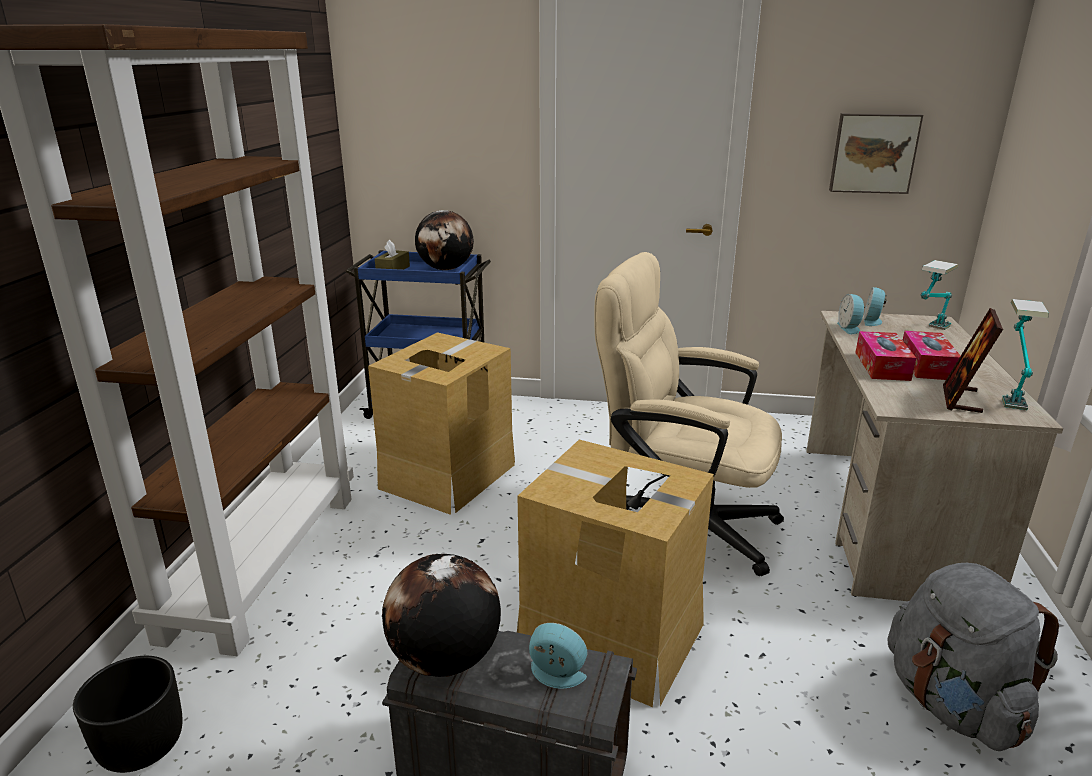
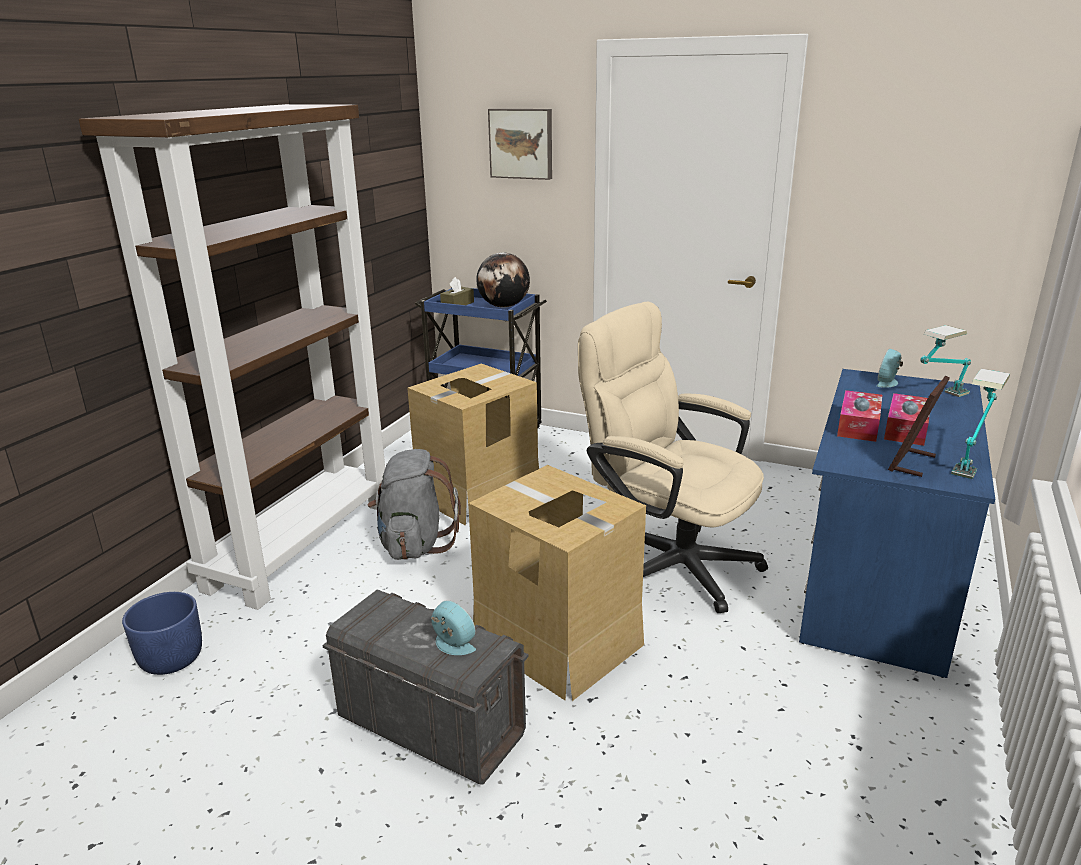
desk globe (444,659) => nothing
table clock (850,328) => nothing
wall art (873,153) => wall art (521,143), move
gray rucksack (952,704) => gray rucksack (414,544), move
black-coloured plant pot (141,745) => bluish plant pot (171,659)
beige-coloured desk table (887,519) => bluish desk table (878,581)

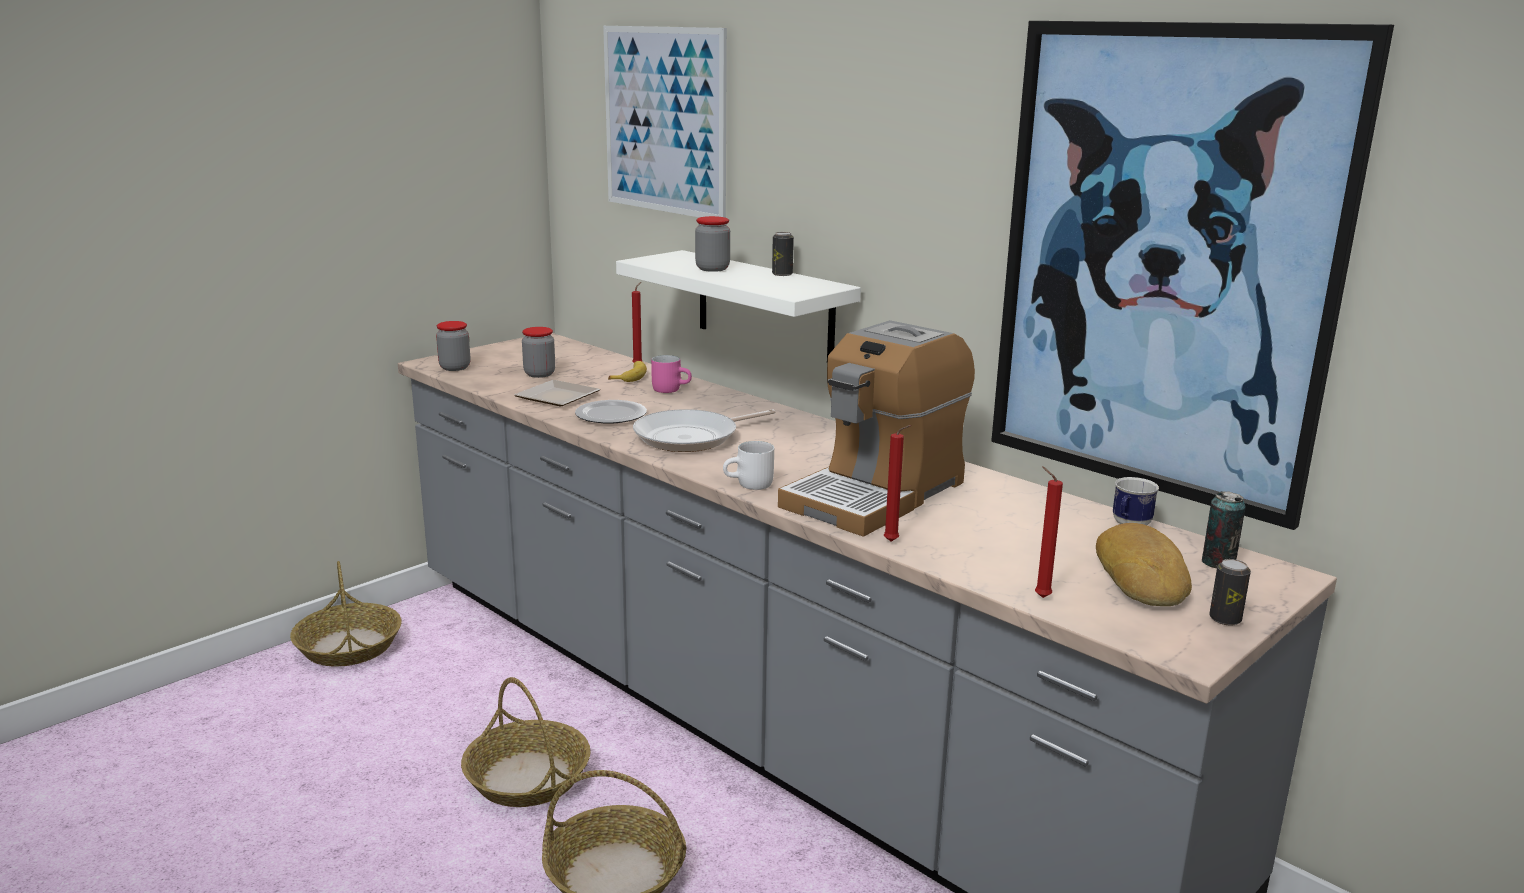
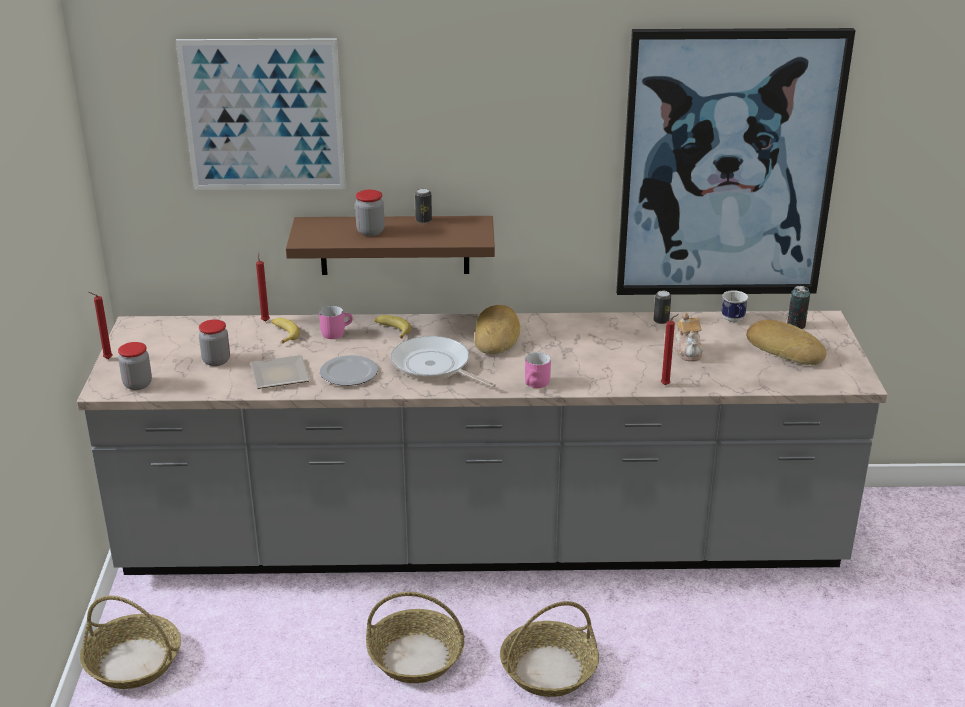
coffee maker (876,494) => nothing
nothing => banana fruit (392,330)
nothing => baked bread (497,336)
nothing => teapot (688,351)
red candle (1039,597) => red candle (106,359), move
sealed can (1225,619) => sealed can (661,321), move
white shelf (765,306) => brown-coloured shelf (394,245)
white coffee mug (750,485) => pink-coloured coffee mug (537,385)
pan (691,437) => pan (434,366), 120 degrees clockwise

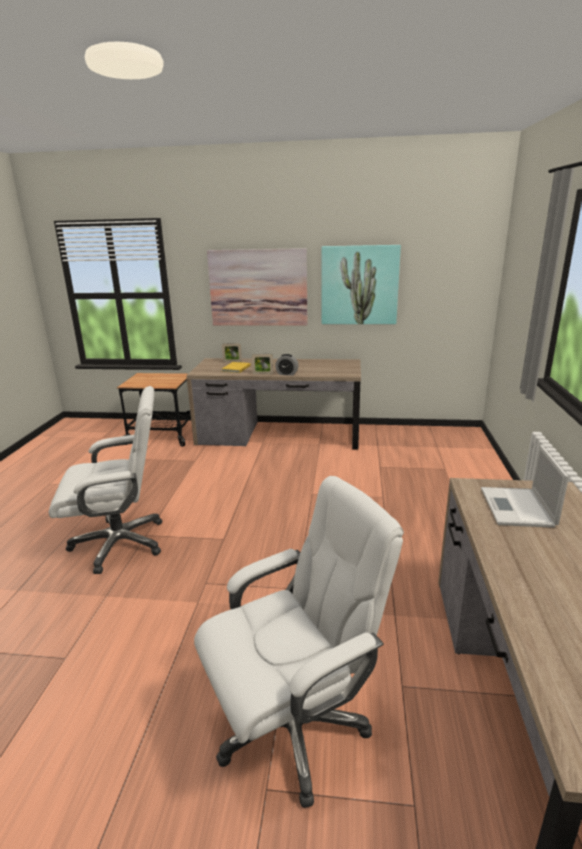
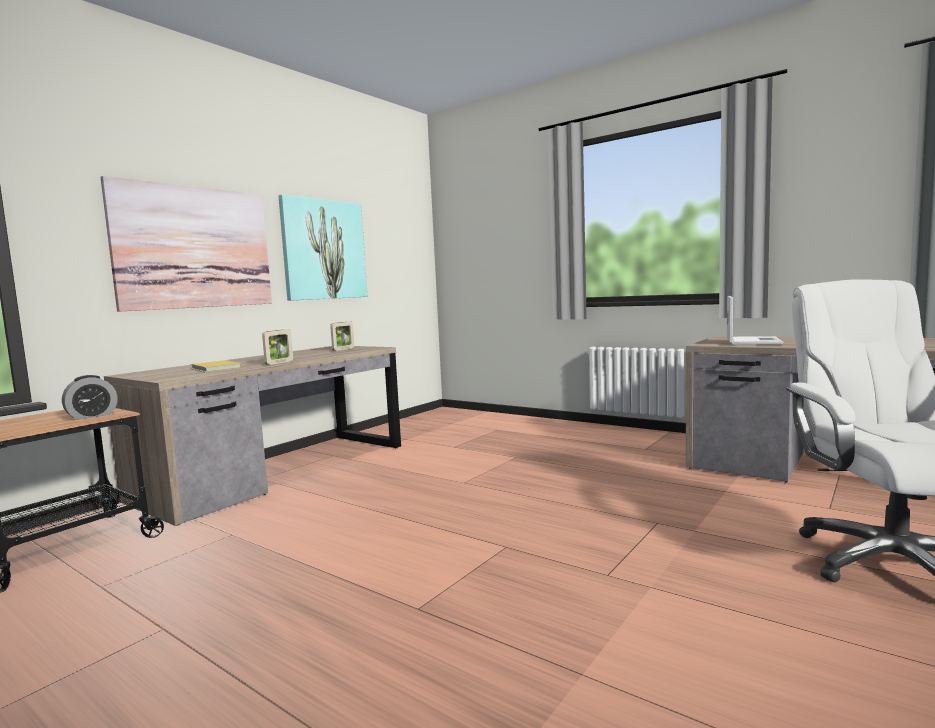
white computer chair (121,543) => nothing
picture frame (232,362) => picture frame (343,349), move
table clock (287,374) => table clock (92,416), move
laptop (517,508) => laptop (752,341), 105 degrees counterclockwise

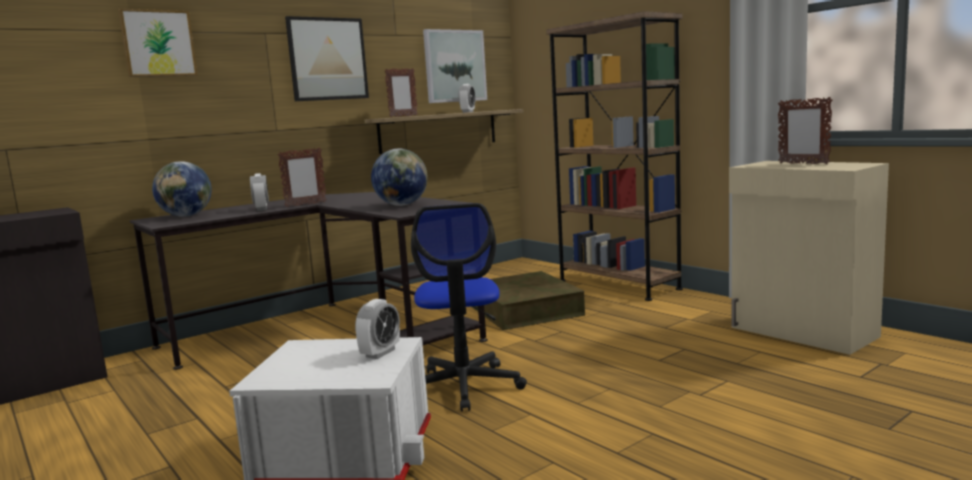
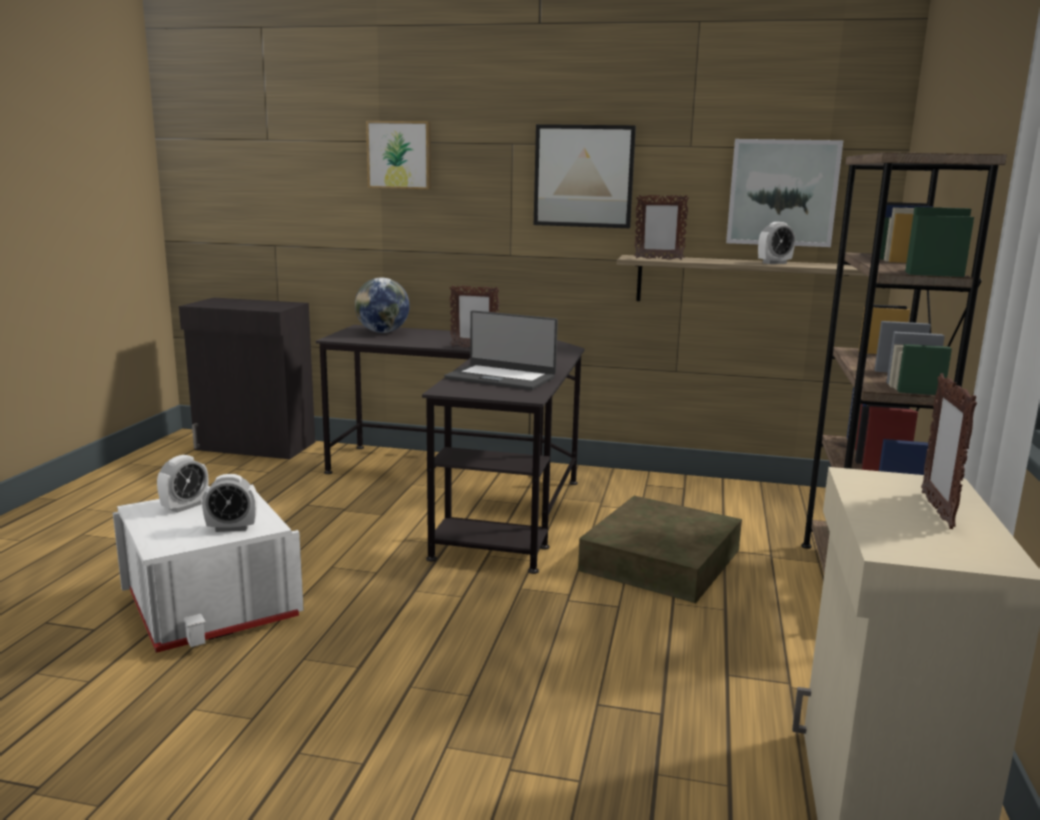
computer chair (463,386) => nothing
table clock (261,209) => table clock (185,506), move
desk globe (402,205) => laptop (501,378)

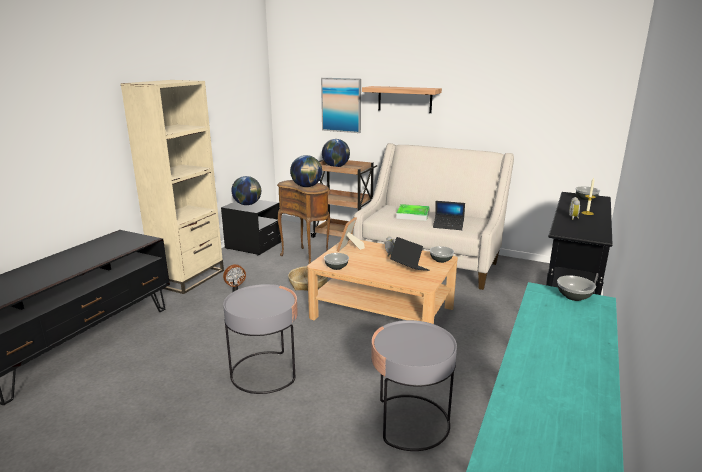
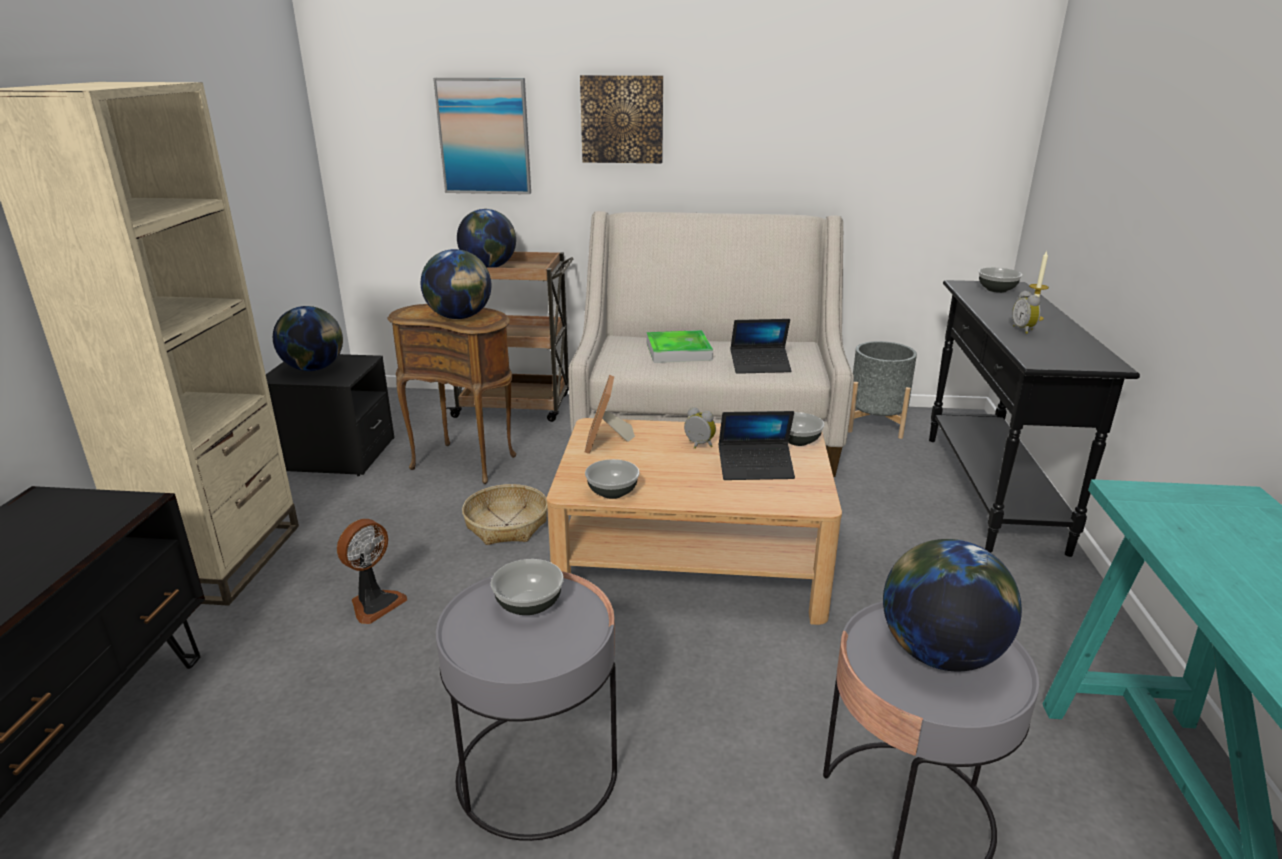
nothing => gray plant pot (875,424)
nothing => desk globe (939,653)
serving bowl (573,297) => serving bowl (528,605), move
shelf (404,99) => wall art (622,119)
laptop (409,268) => laptop (755,468), 150 degrees clockwise

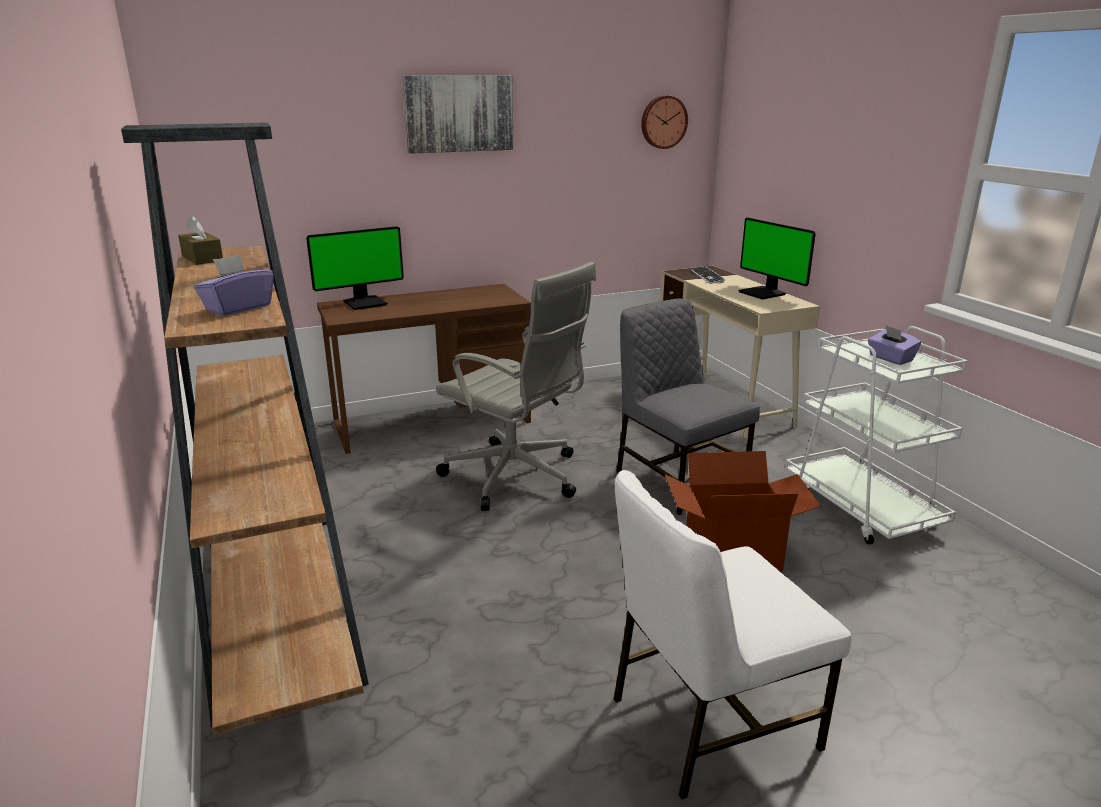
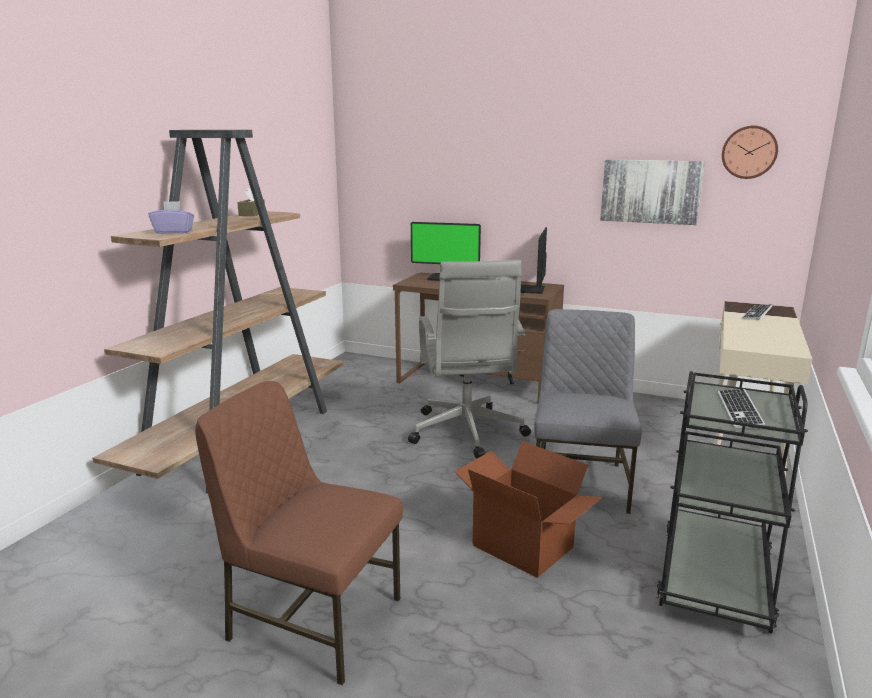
wall art (459,114) => wall art (650,191), move
monitor (764,293) => monitor (531,290), move
purplish box of tissues (890,359) => keyboard (739,410)
white chair (709,721) => brown-coloured chair (312,619)
white trolley (861,508) => black-coloured trolley (715,579)

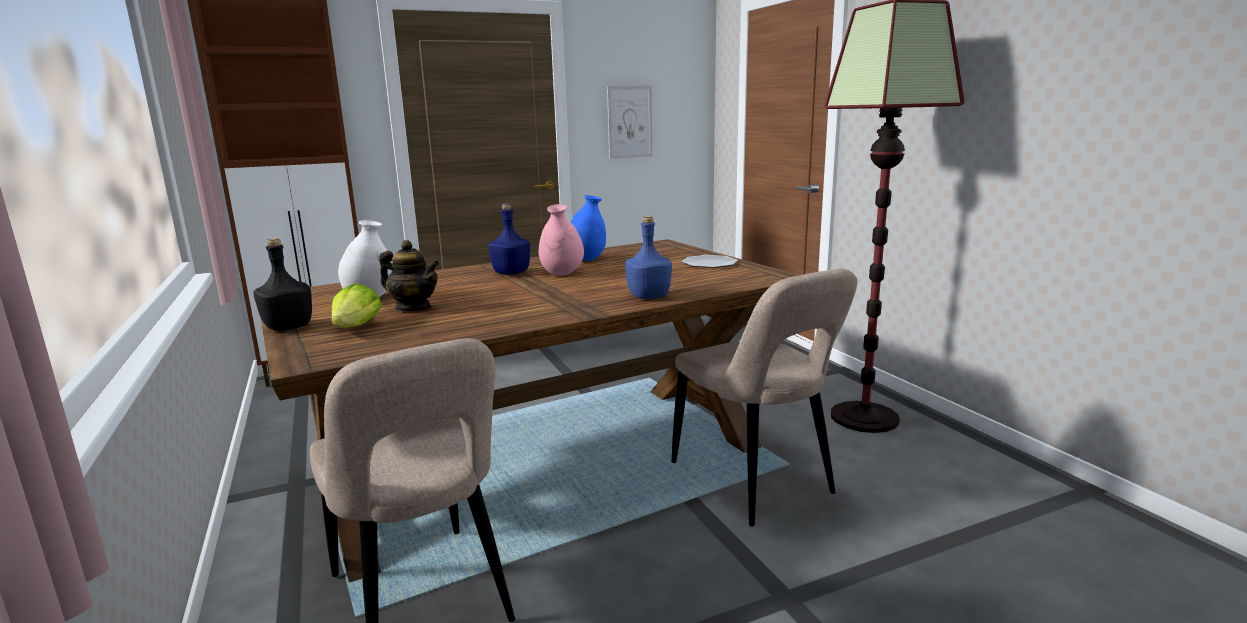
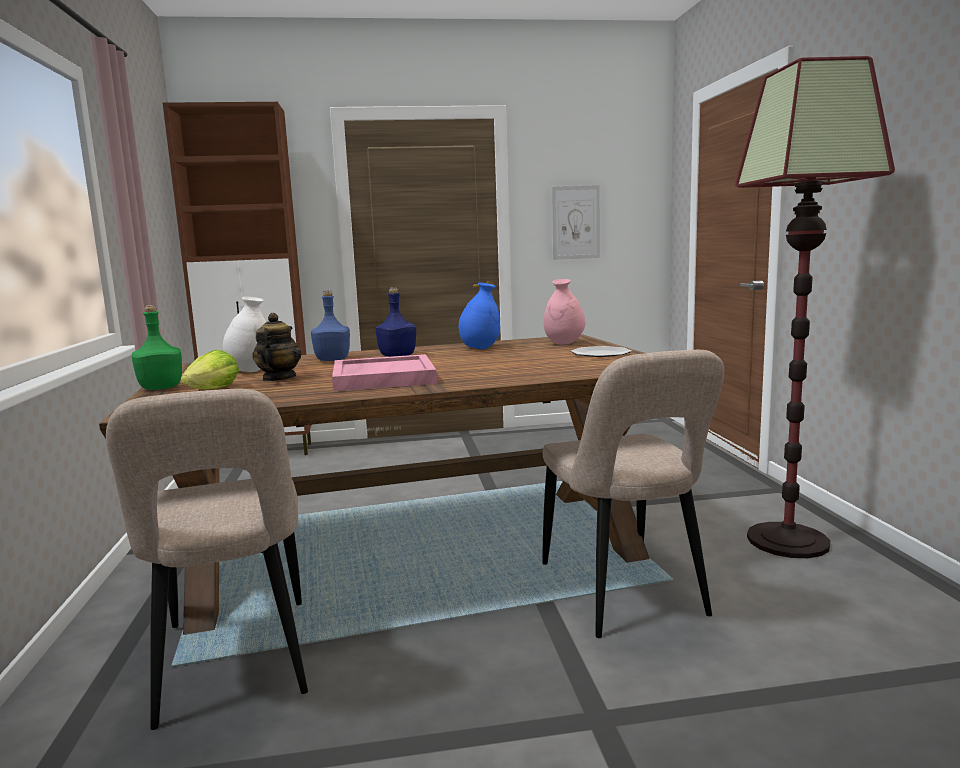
nothing => pink-coloured carrying tray (382,377)
pink-coloured flower vase (562,274) => pink-coloured flower vase (564,343), move
bluish beverage bottle (649,297) => bluish beverage bottle (332,360), move
black-coloured beverage bottle (287,327) => green beverage bottle (160,388)
teapot (414,308) => teapot (278,379), 120 degrees counterclockwise

